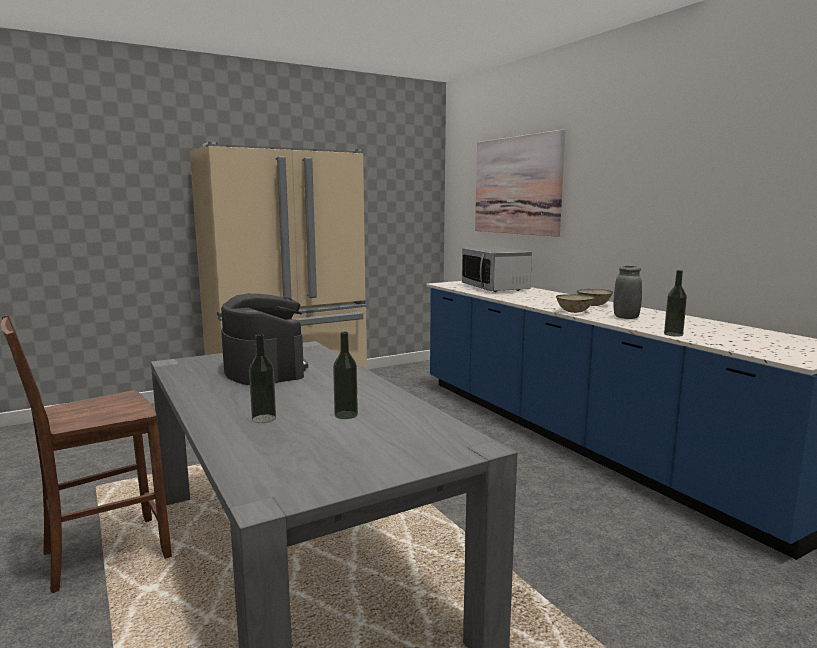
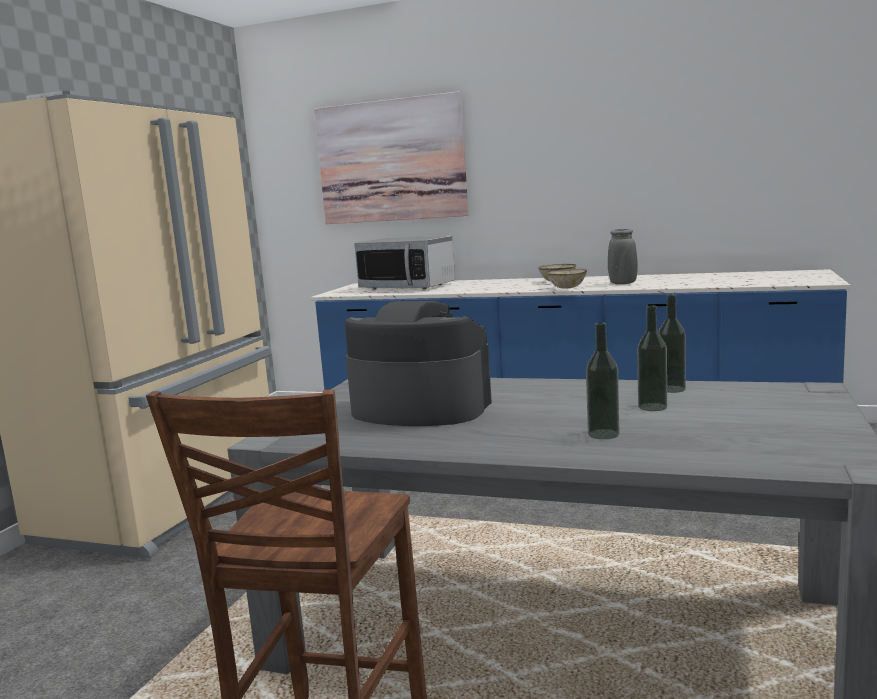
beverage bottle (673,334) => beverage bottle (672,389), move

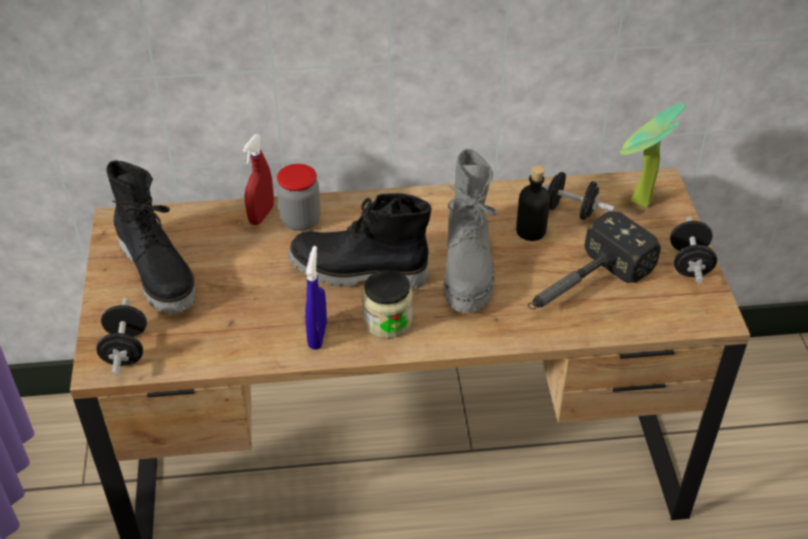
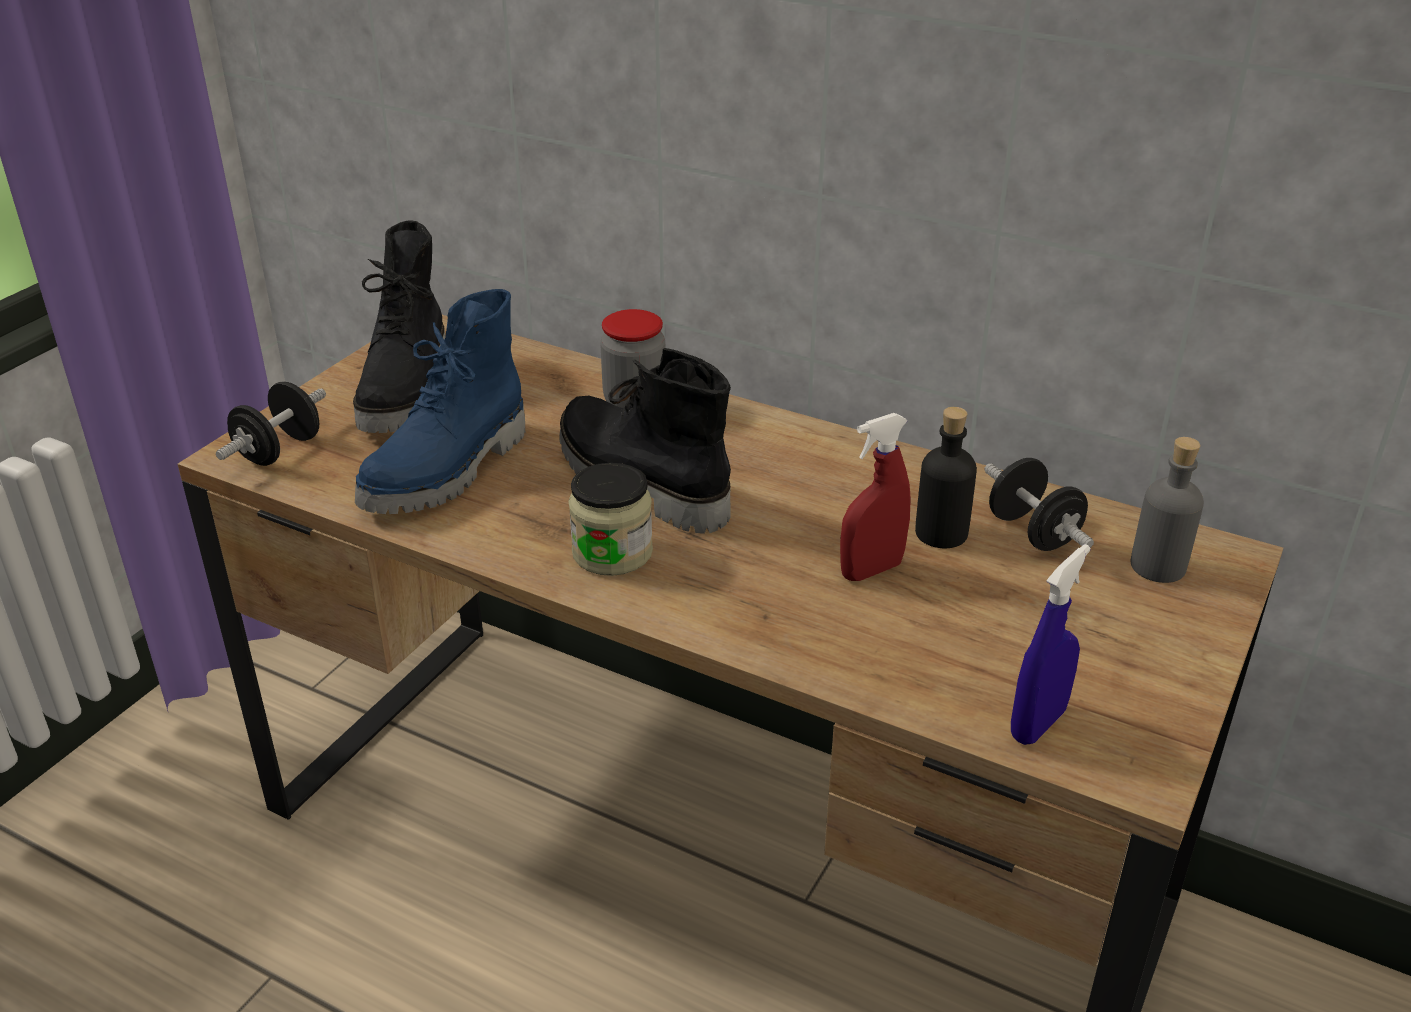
gray high-top boot (469,269) => nothing
hammer (581,286) => nothing
black-coloured dumbbell (689,263) => nothing
nothing => bluish high-top boot (449,472)
red hand sprayer (261,215) => red hand sprayer (871,570), move
bluish hand sprayer (317,335) => bluish hand sprayer (1038,724), move
houseplant (637,204) => gray beverage bottle (1158,566)

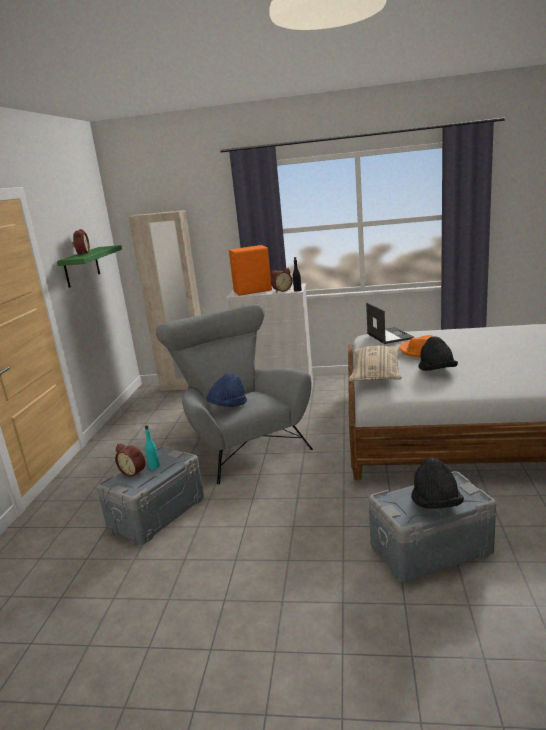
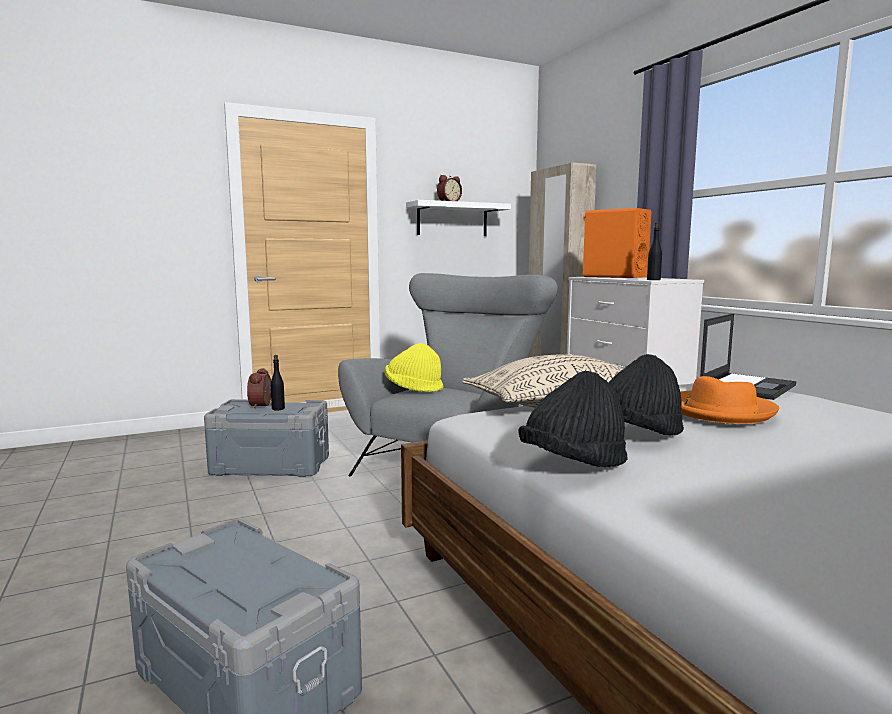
table clock (281,290) => nothing
black-coloured clothing hat (435,504) => black-coloured clothing hat (573,465), move
green shelf (82,267) => white shelf (452,219)
turquoise beverage bottle (154,467) => black-coloured beverage bottle (278,408)
bluish clothing hat (227,406) => yellowish clothing hat (413,389)

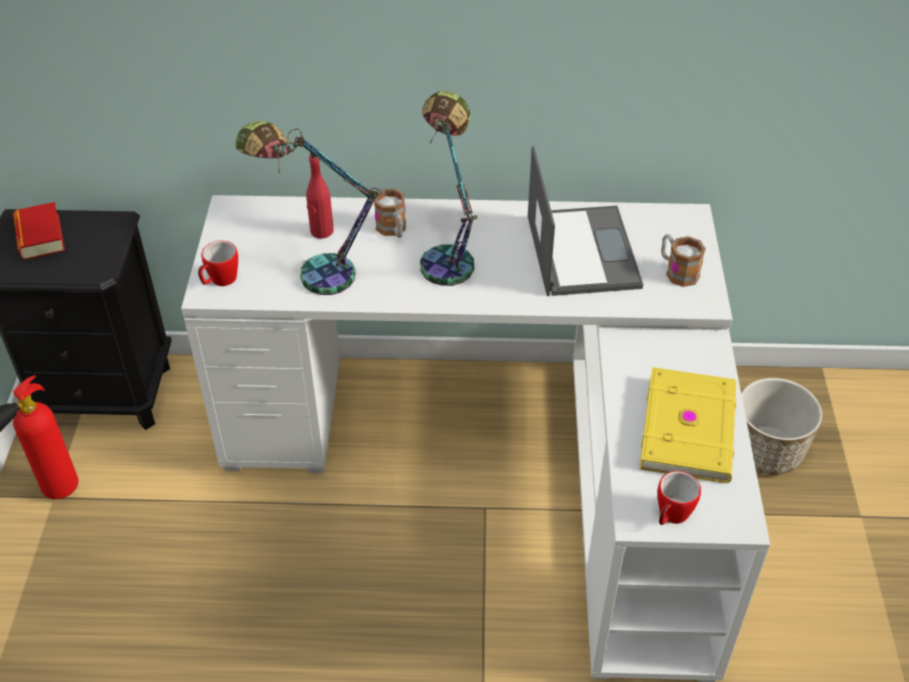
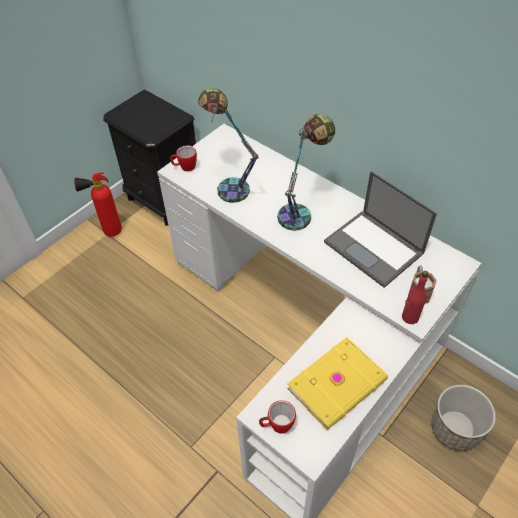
volume (40,236) => nothing
coffee mug (393,230) => nothing
red beverage bottle (321,231) => red beverage bottle (409,317), move
laptop (581,250) => laptop (374,248), 105 degrees clockwise

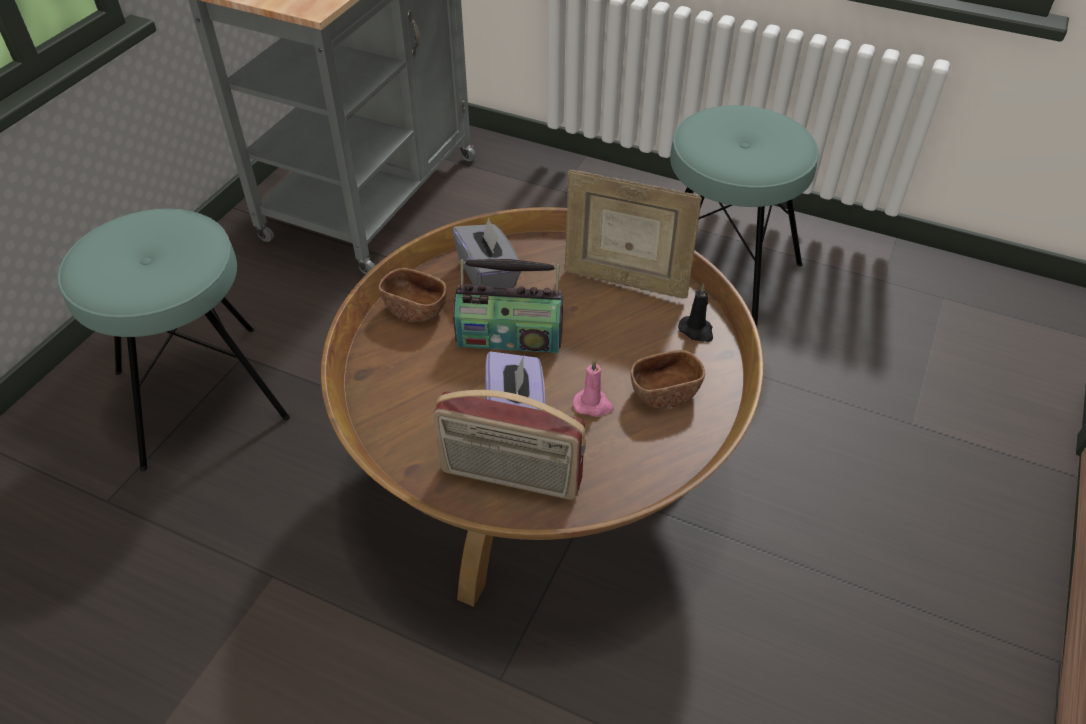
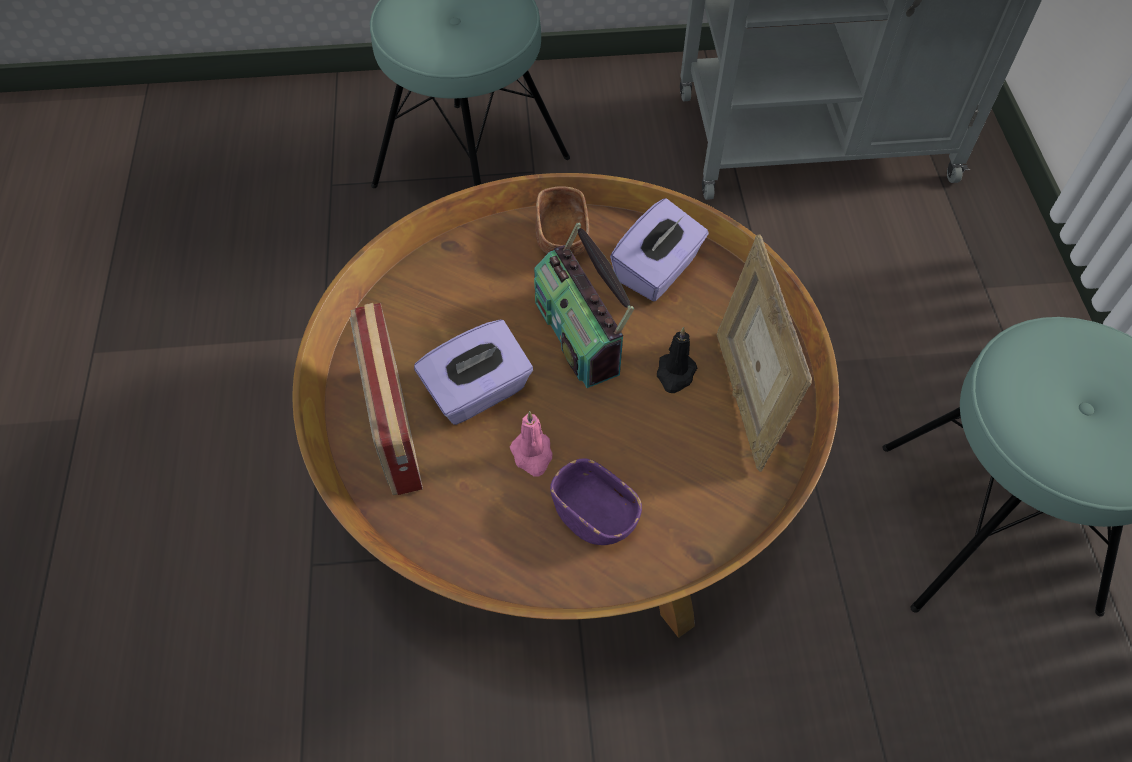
black-coloured candle (696,330) => black-coloured candle (675,374), move
gray box of tissues (488,274) => purplish box of tissues (657,270)
brown-coloured serving bowl (664,392) => purplish serving bowl (595,515)

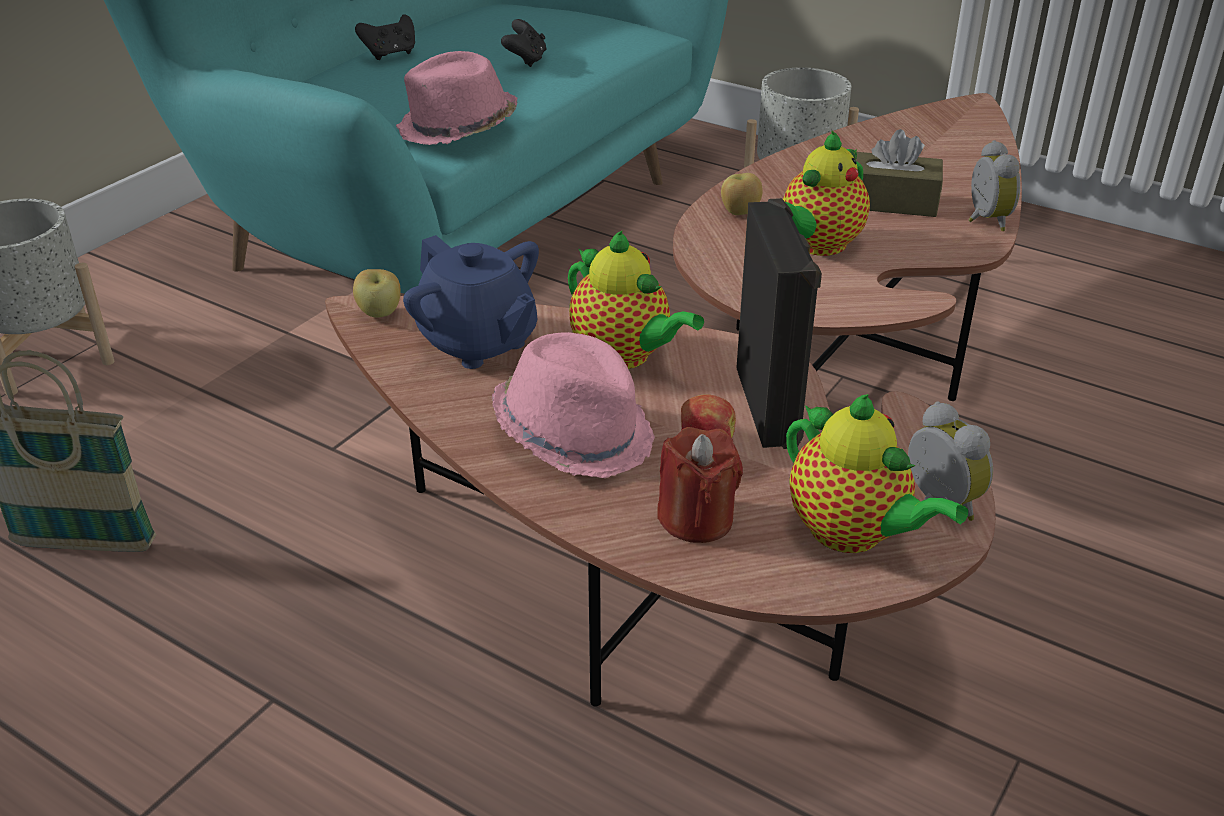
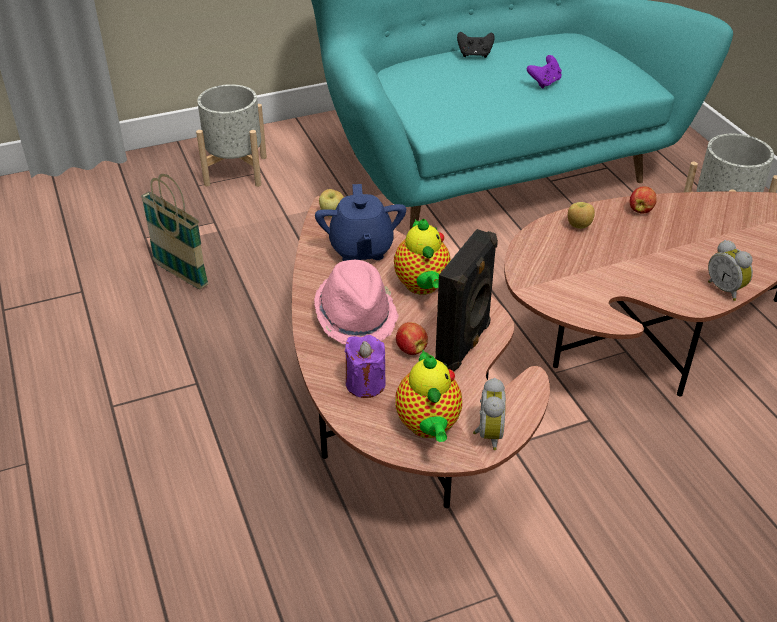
pink-coloured clothing hat (457,129) => nothing
teapot (817,246) => nothing
brown-coloured box of tissues (889,202) => nothing
nothing => whole apple (641,210)
black-coloured game controller (526,60) => purplish game controller (544,83)
red candle (696,519) => purplish candle (365,383)
table clock (984,220) => table clock (726,289), 120 degrees clockwise

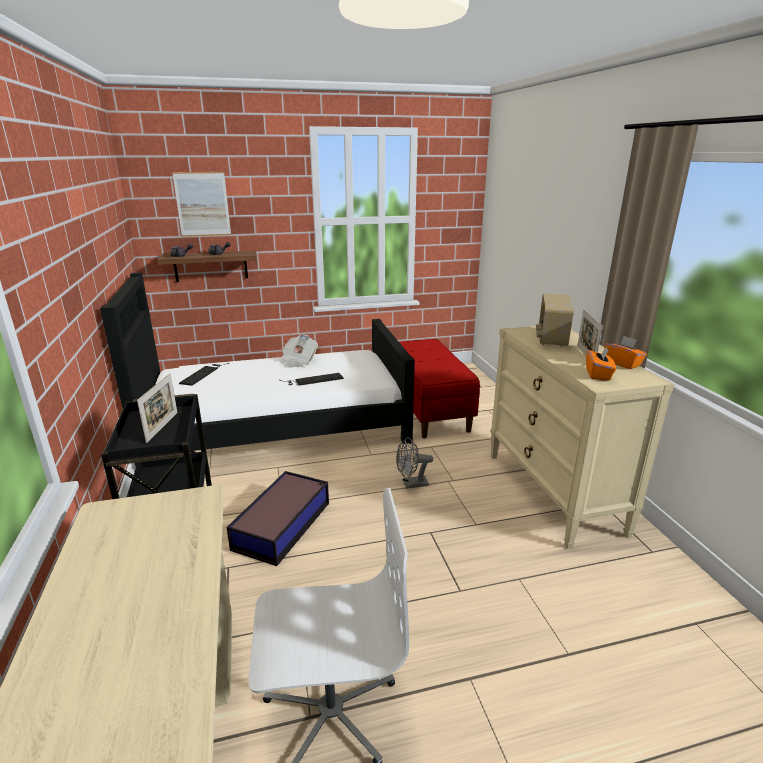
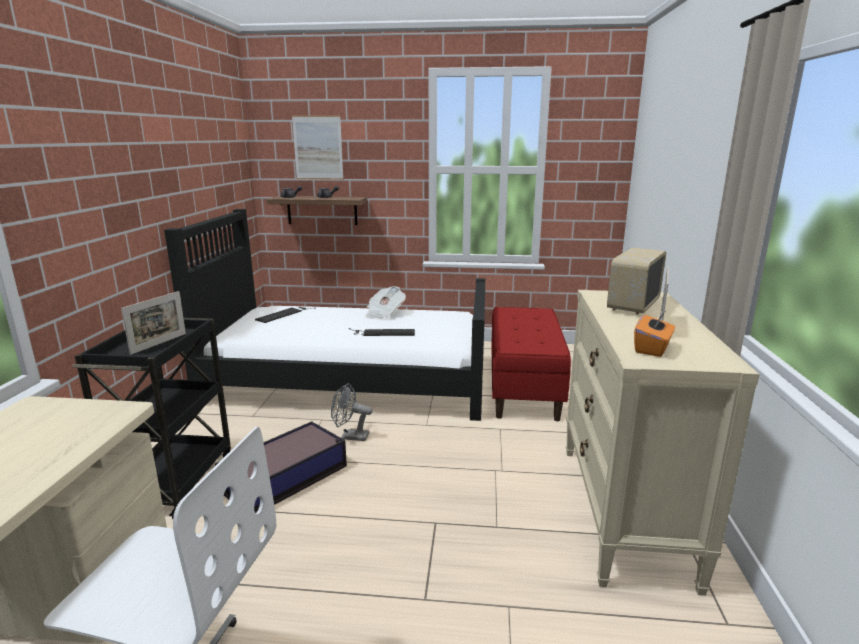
orange-coloured box of tissues (622,363) => nothing
gray fan (411,484) => gray fan (350,436), move

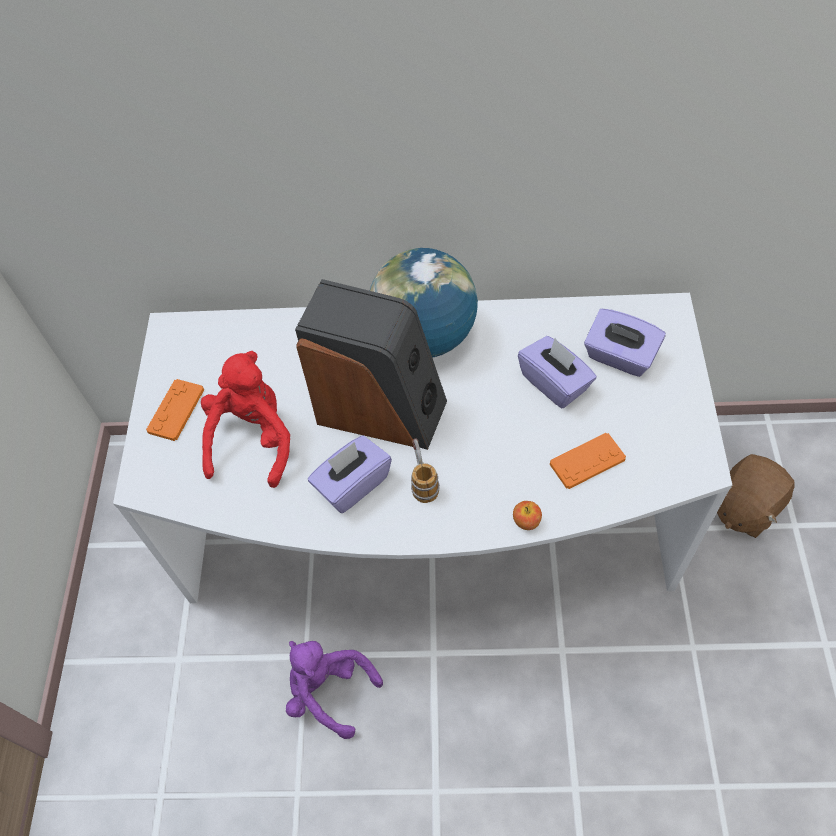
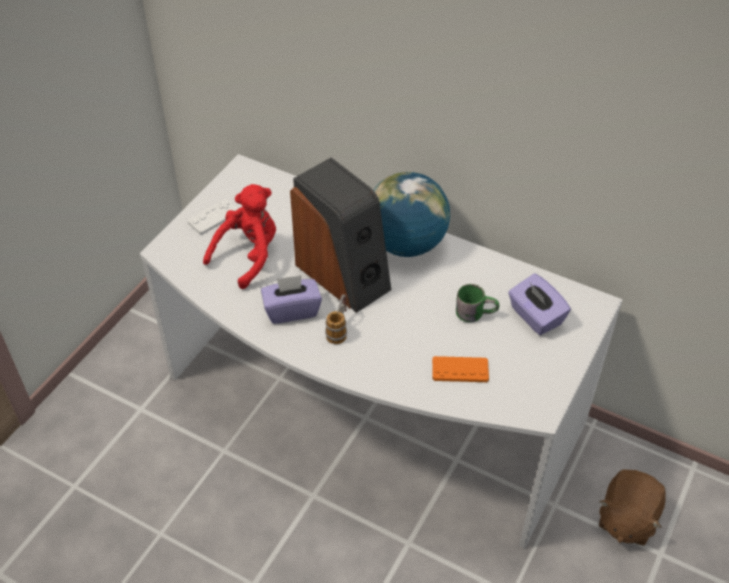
purplish cuddly toy (329,691) => nothing
whole apple (526,521) => nothing
purplish box of tissues (554,383) => green coffee mug (475,312)
orange-coloured game controller (176,410) => white game controller (213,217)
brown-coloured cuddly toy (744,507) => brown-coloured cuddly toy (626,519), 45 degrees counterclockwise

